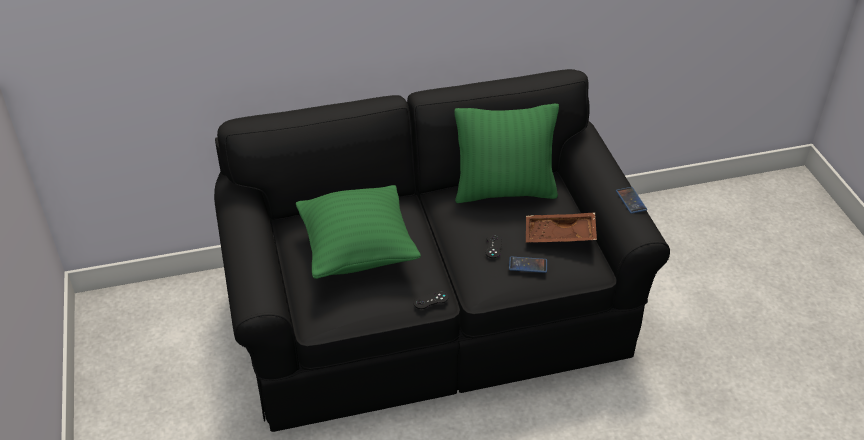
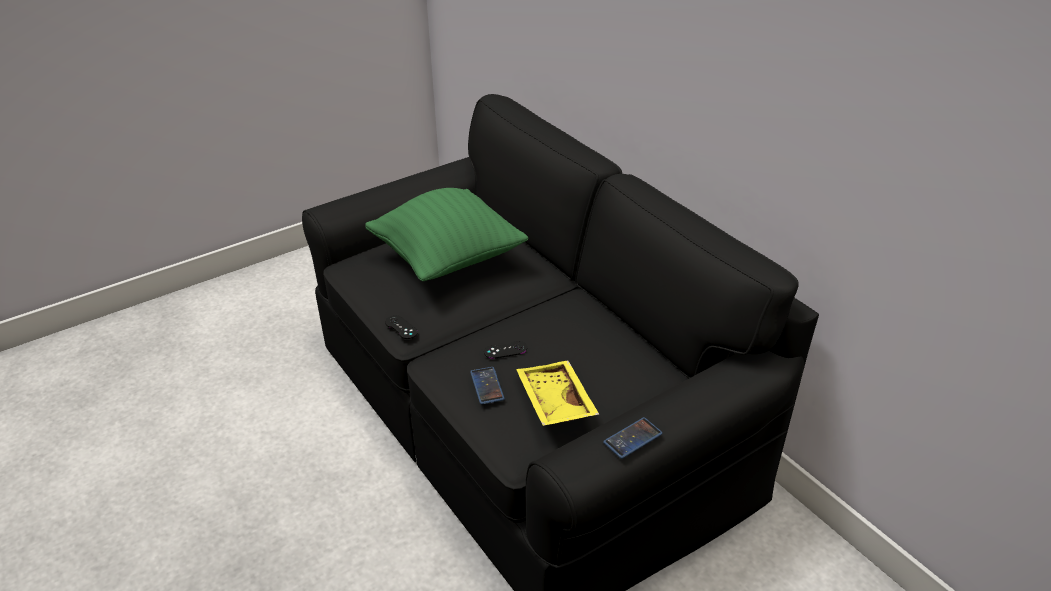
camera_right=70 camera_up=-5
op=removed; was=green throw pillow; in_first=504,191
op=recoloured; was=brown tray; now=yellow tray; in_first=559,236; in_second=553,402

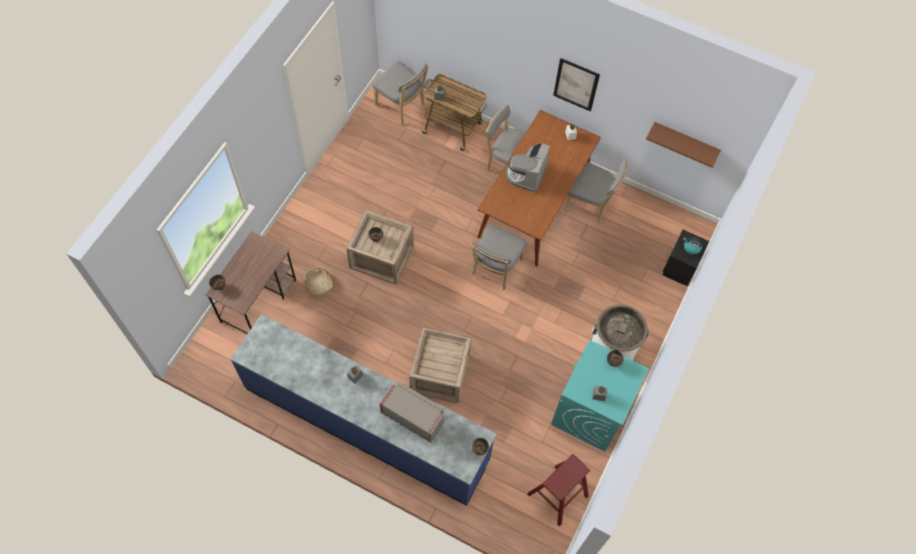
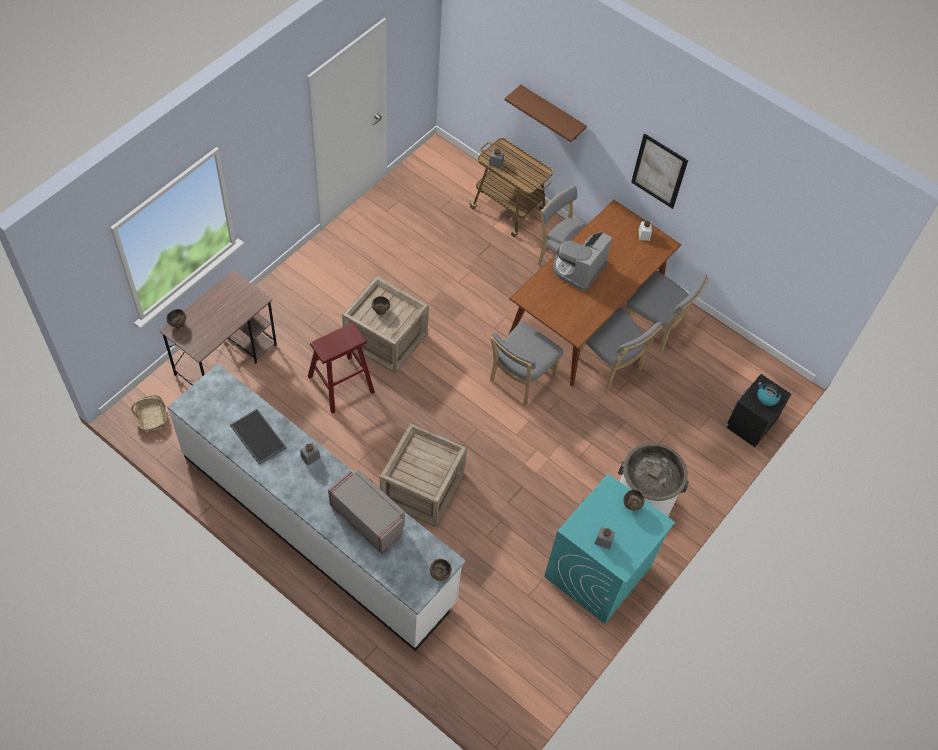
camera_right=10 camera_up=-5
op=moved; was=greyish chair; in_first=401,106; in_second=611,365
op=moved; was=brown wall shelf; in_first=685,141; in_second=552,113
op=moved; was=basket; in_first=318,283; in_second=152,416
op=recoloured; was=blue kitchen base unit; now=white-coloured kitchen base unit; in_first=366,424; in_second=317,528
op=moved; was=red sitting stool; in_first=557,495; in_second=341,384
op=added; now=tray; in_second=257,436

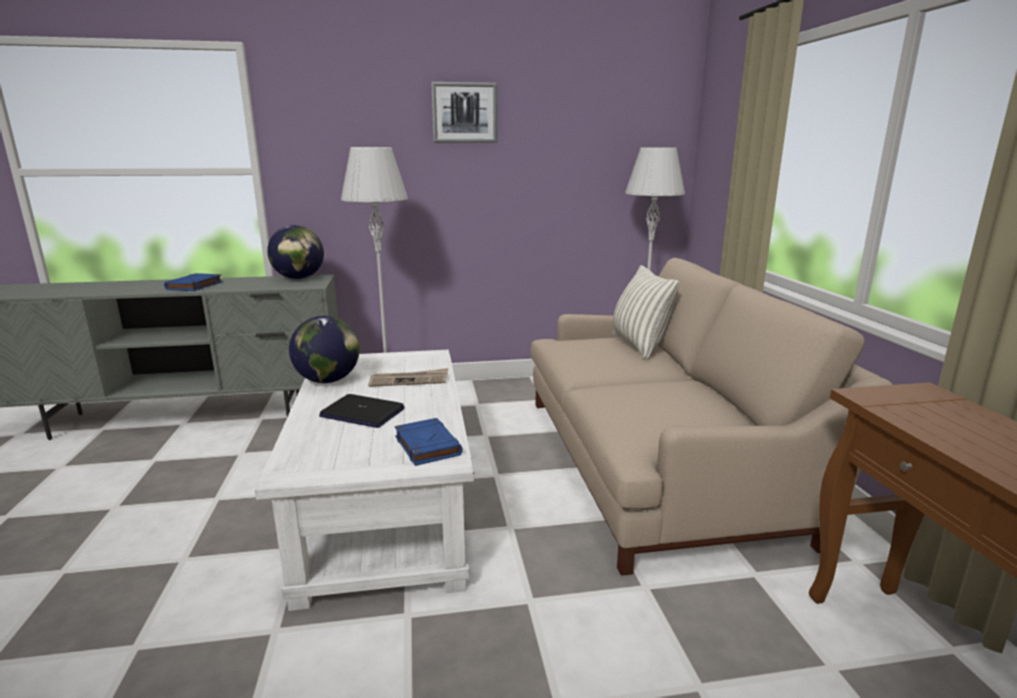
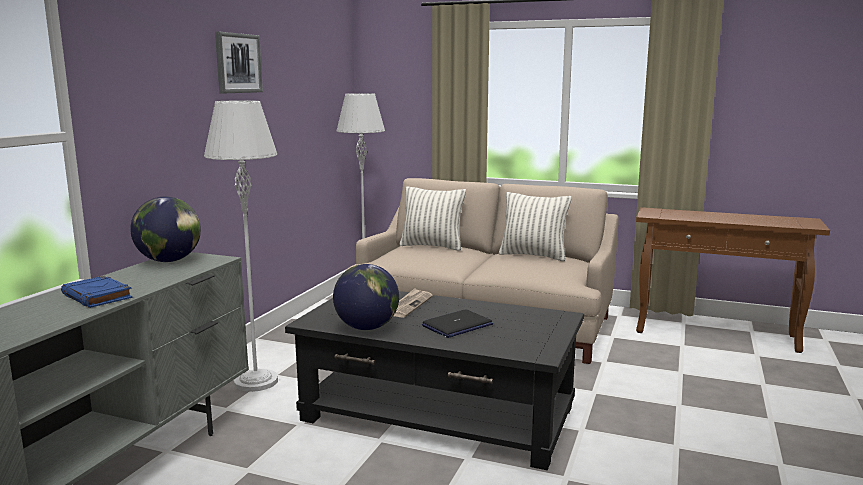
camera_right=-60 camera_up=-5
op=recoloured; was=white-coloured coffee table; now=blackish coffee table; in_first=385,504; in_second=439,414
op=removed; was=blue book; in_first=426,445
op=added; now=throw pillow; in_second=533,255

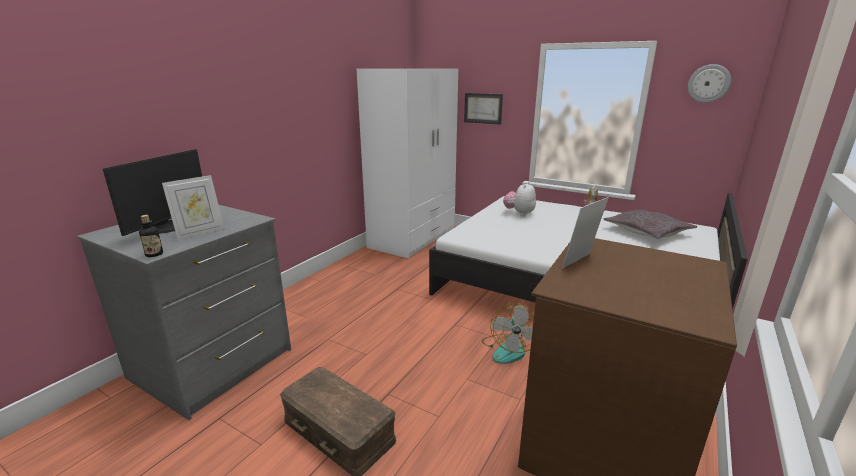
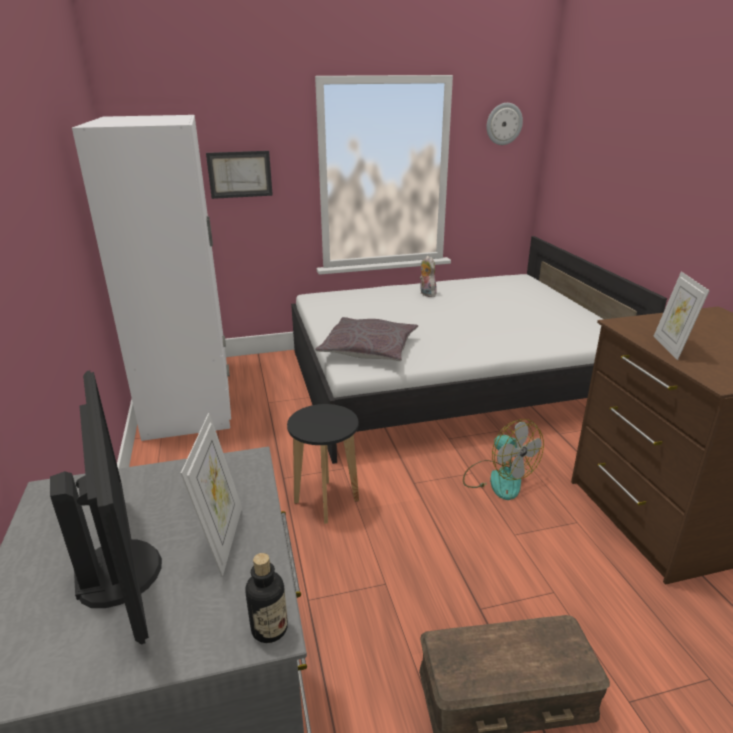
camera_right=-45 camera_up=5
op=removed; was=plush toy; in_first=519,213
op=moved; was=greyish throw pillow; in_first=647,231; in_second=369,349
op=added; now=blackish sitting stool; in_second=327,501

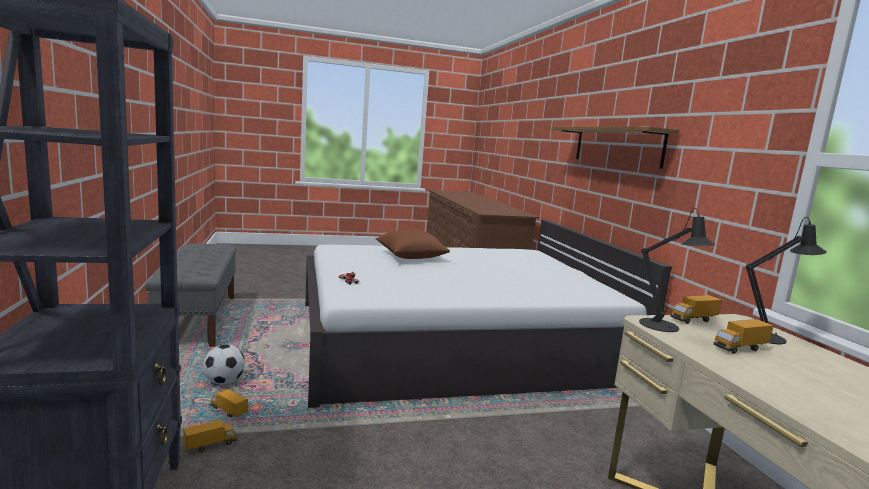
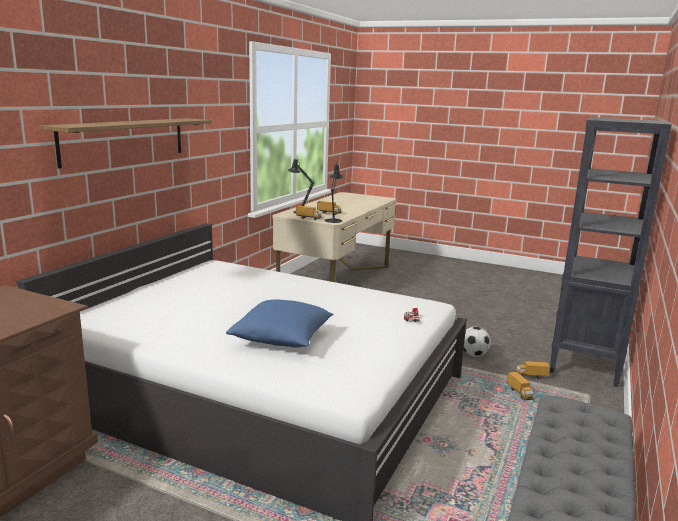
camera_right=-140 camera_up=5
op=recoloured; was=brown throw pillow; now=blue throw pillow; in_first=410,257; in_second=282,340
op=moved; was=football ball; in_first=224,382; in_second=474,355

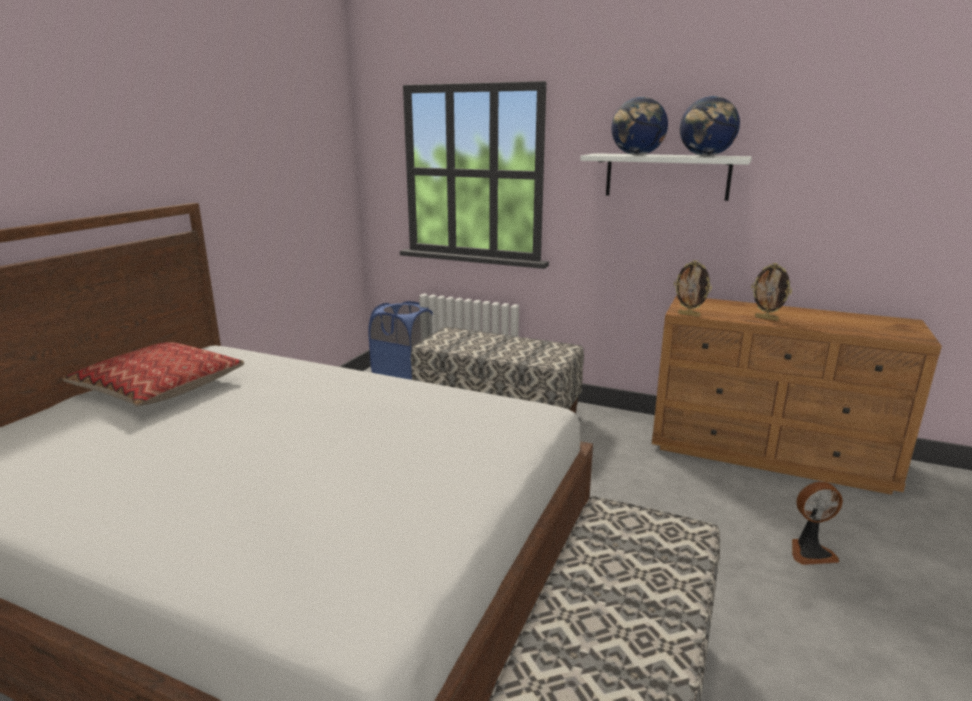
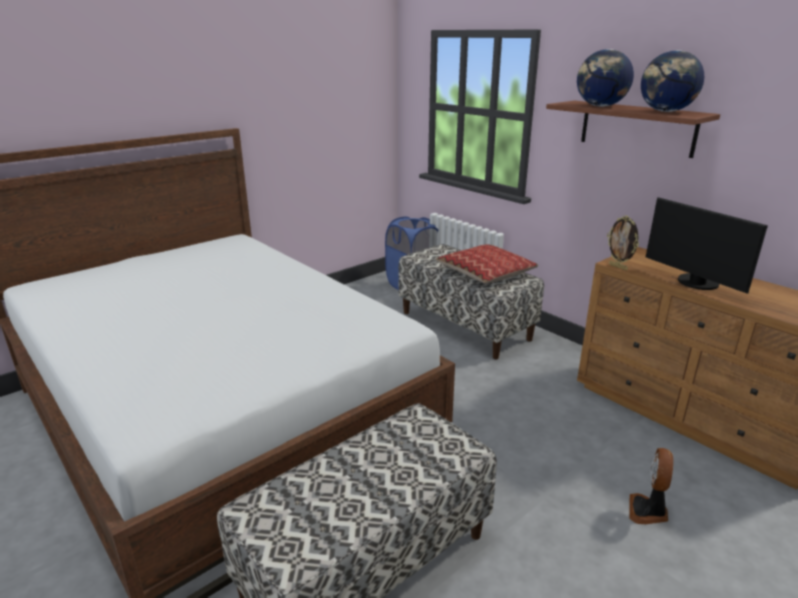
camera_right=25 camera_up=5
op=recoloured; was=white-coloured wall shelf; now=brown wall shelf; in_first=667,176; in_second=637,128
op=replaced; was=photo frame; now=computer display; in_first=766,318; in_second=695,283
op=moved; was=throw pillow; in_first=160,387; in_second=485,272
op=turned; was=fan; in_first=810,551; in_second=648,511; clockwise=90

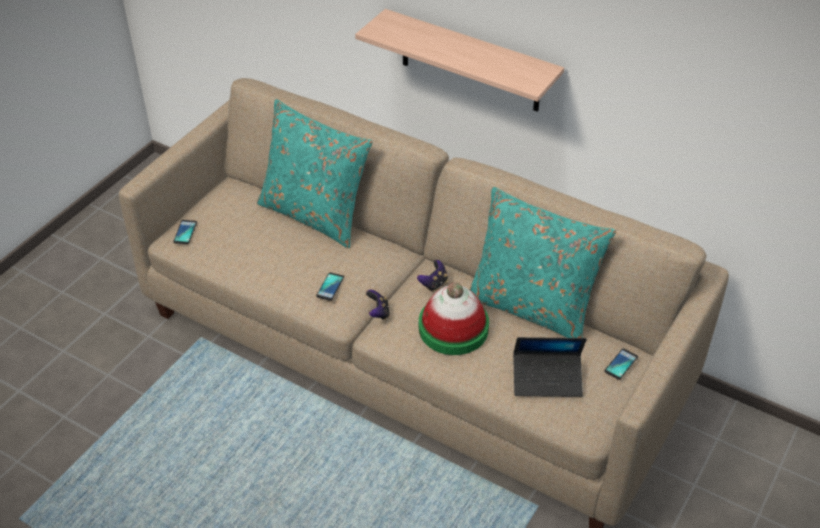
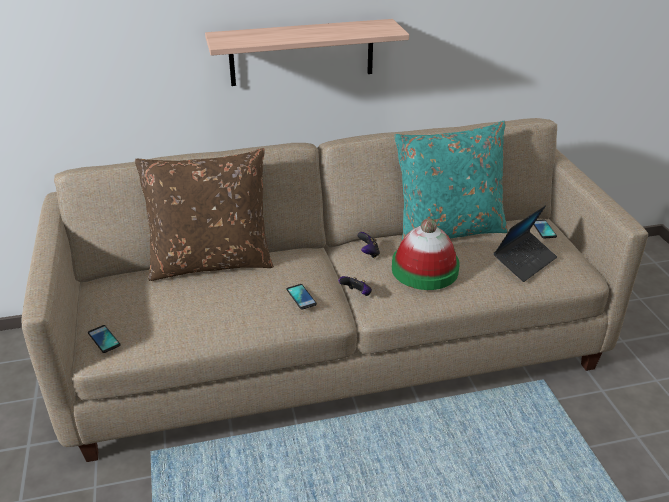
camera_right=-45 camera_up=-10
op=recoloured; was=blue-green throw pillow; now=brown throw pillow; in_first=315,215; in_second=211,262

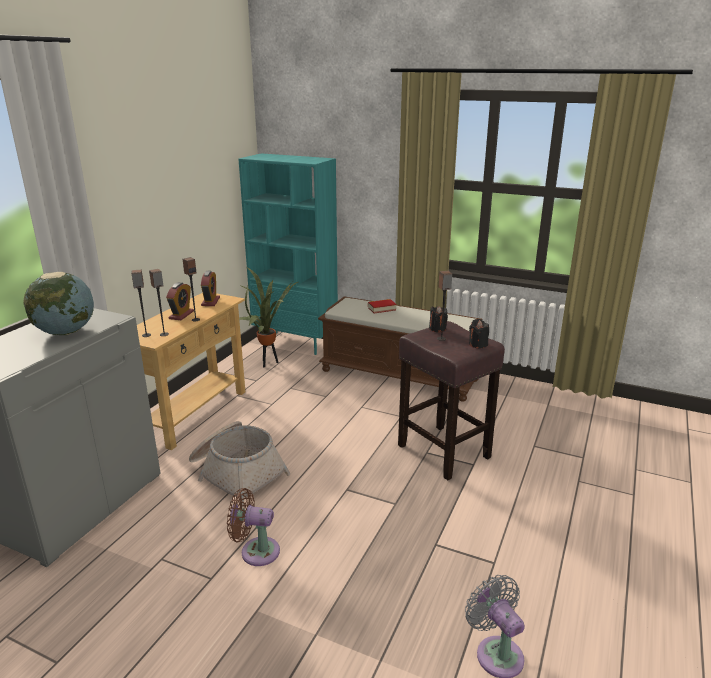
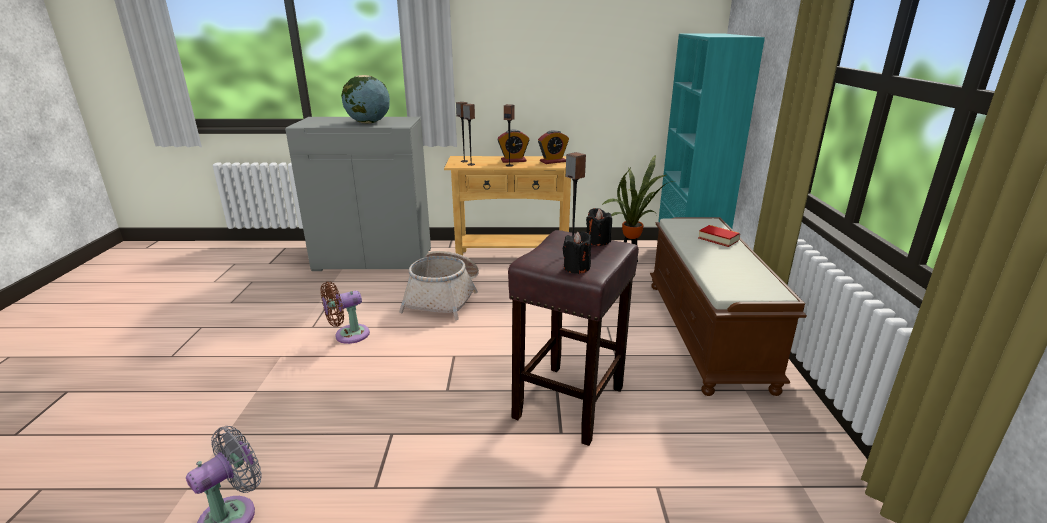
camera_right=65 camera_up=0
op=turned; was=brown fan; in_first=256,551; in_second=348,335; clockwise=-105

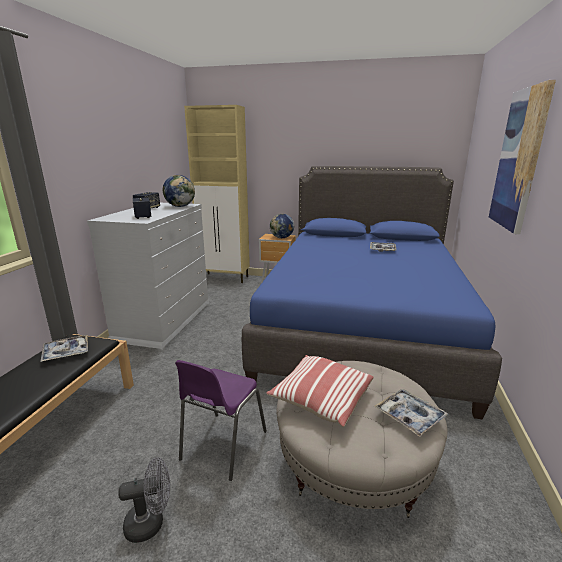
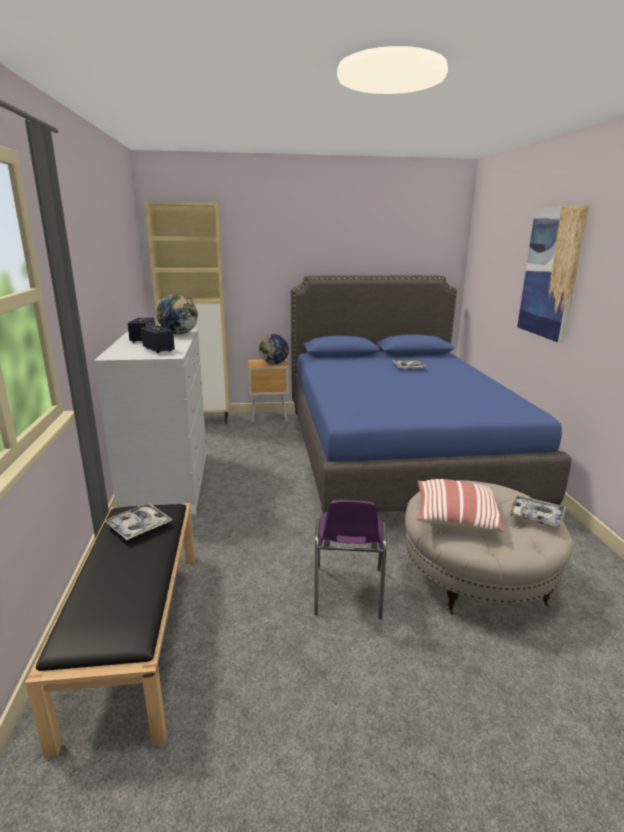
camera_right=-20 camera_up=0
op=removed; was=greyish fan; in_first=151,522

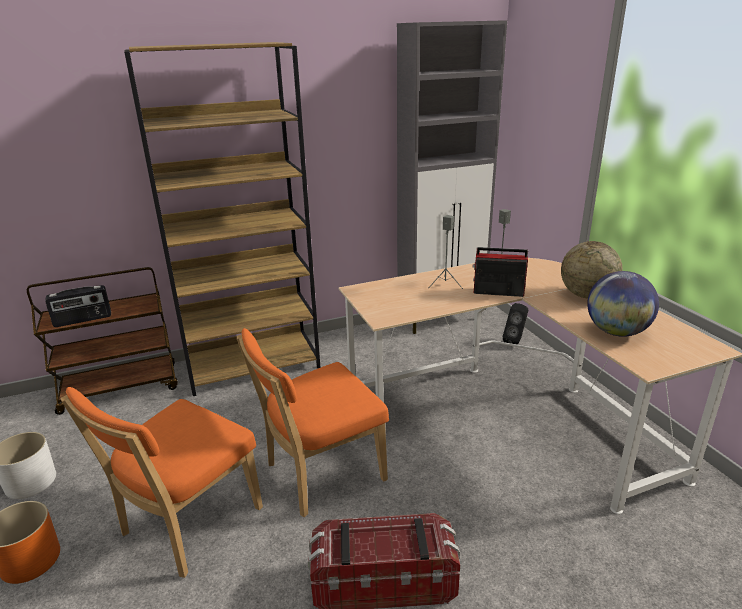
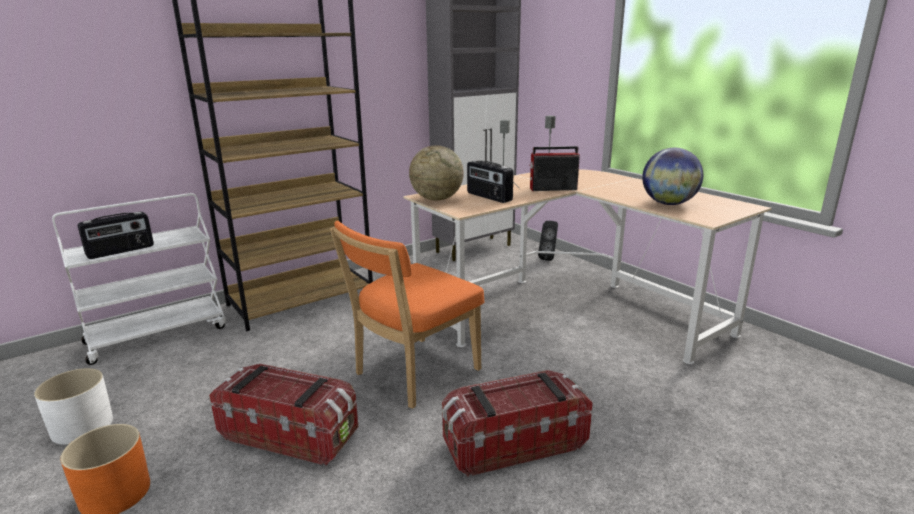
camera_right=-15 camera_up=-5
op=moved; was=globe; in_first=586,295; in_second=436,199
op=recoloured; was=brown trolley; now=white-coloured trolley; in_first=121,388; in_second=158,334
op=replaced; was=orangey chair; now=storage bin; in_first=187,525; in_second=290,434
op=added; now=radio receiver; in_second=488,197

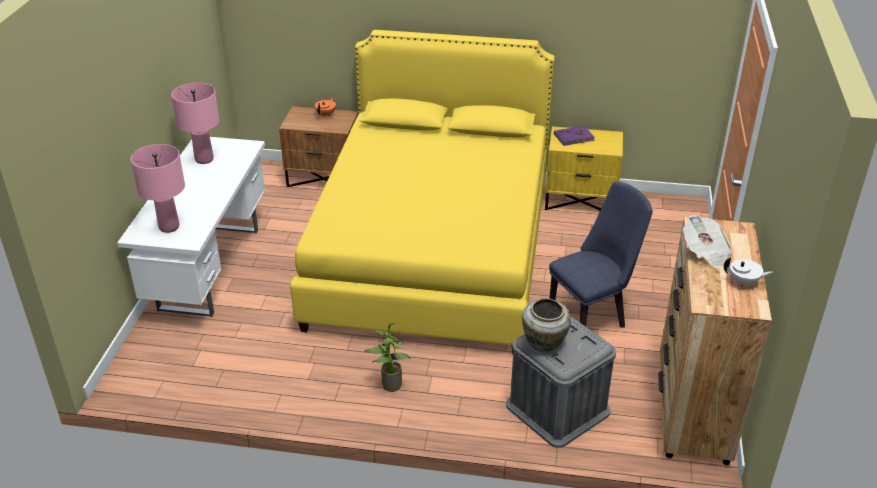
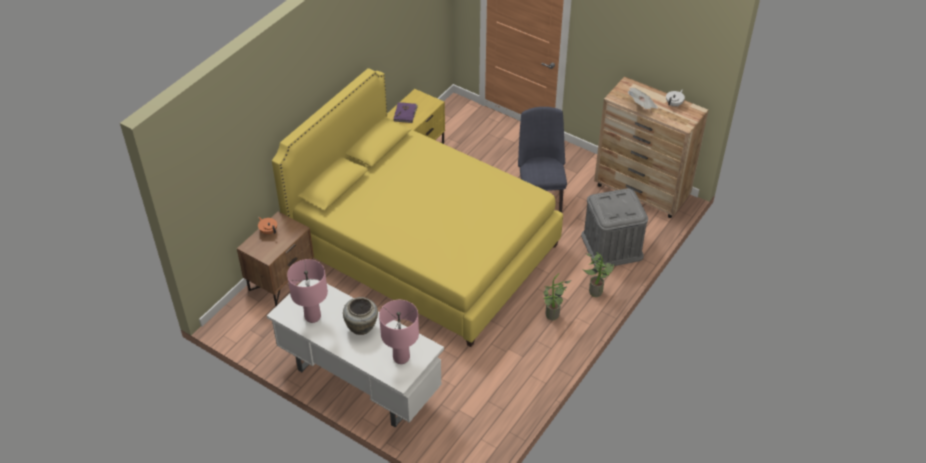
camera_right=-65 camera_up=10
op=moved; was=sand-coloured flower vase; in_first=544,343; in_second=362,327
op=added; now=potted plant; in_second=596,291

